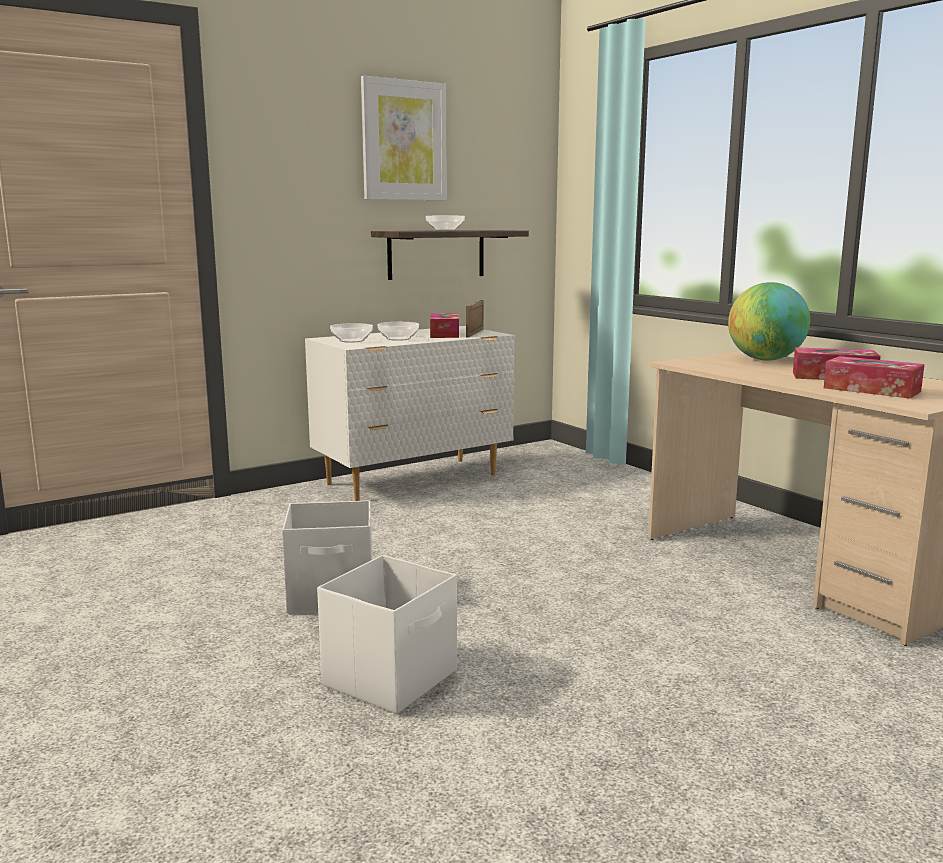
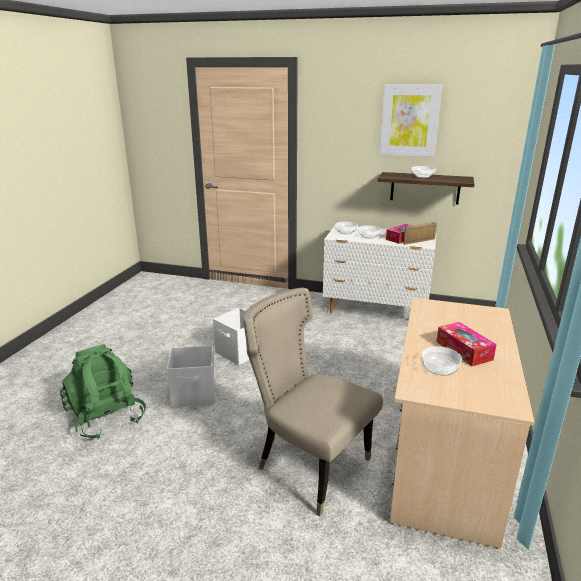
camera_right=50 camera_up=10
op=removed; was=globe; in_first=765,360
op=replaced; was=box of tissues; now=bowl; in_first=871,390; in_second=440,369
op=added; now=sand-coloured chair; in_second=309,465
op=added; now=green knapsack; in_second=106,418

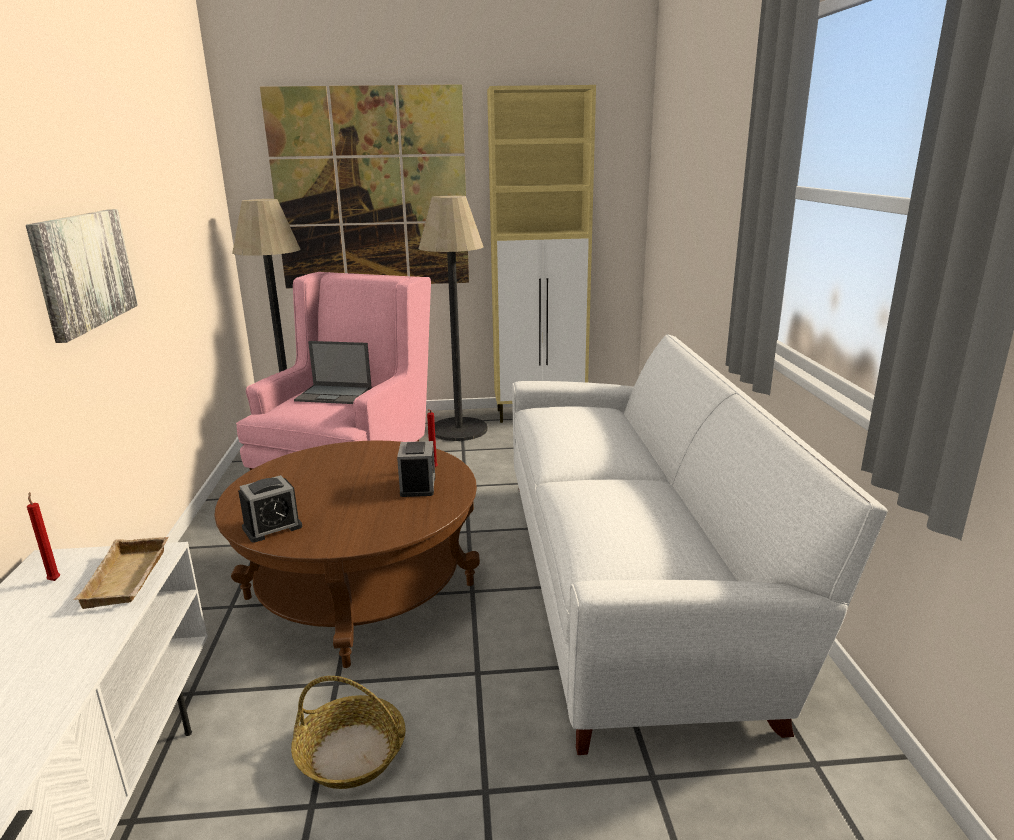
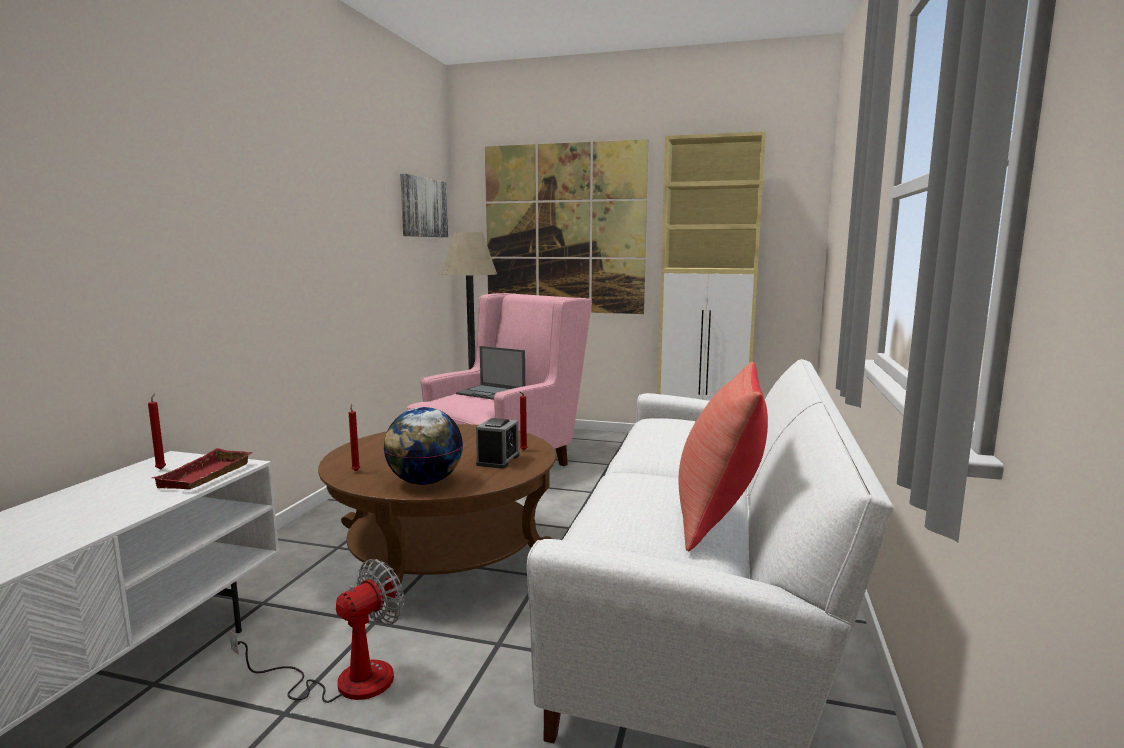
camera_right=20 camera_up=-10
op=removed; was=floor lamp; in_first=459,429
op=moved; was=picture; in_first=83,270; in_second=423,207
op=replaced; was=alarm clock; now=red wax light; in_first=272,527; in_second=356,470
op=recoloured; was=sand-coloured tray; now=red tray; in_first=130,578; in_second=207,476
op=replaced; was=basket; now=fan; in_first=350,753; in_second=344,681
op=added; now=red throw pillow; in_second=718,516
op=added; now=globe; in_second=424,482

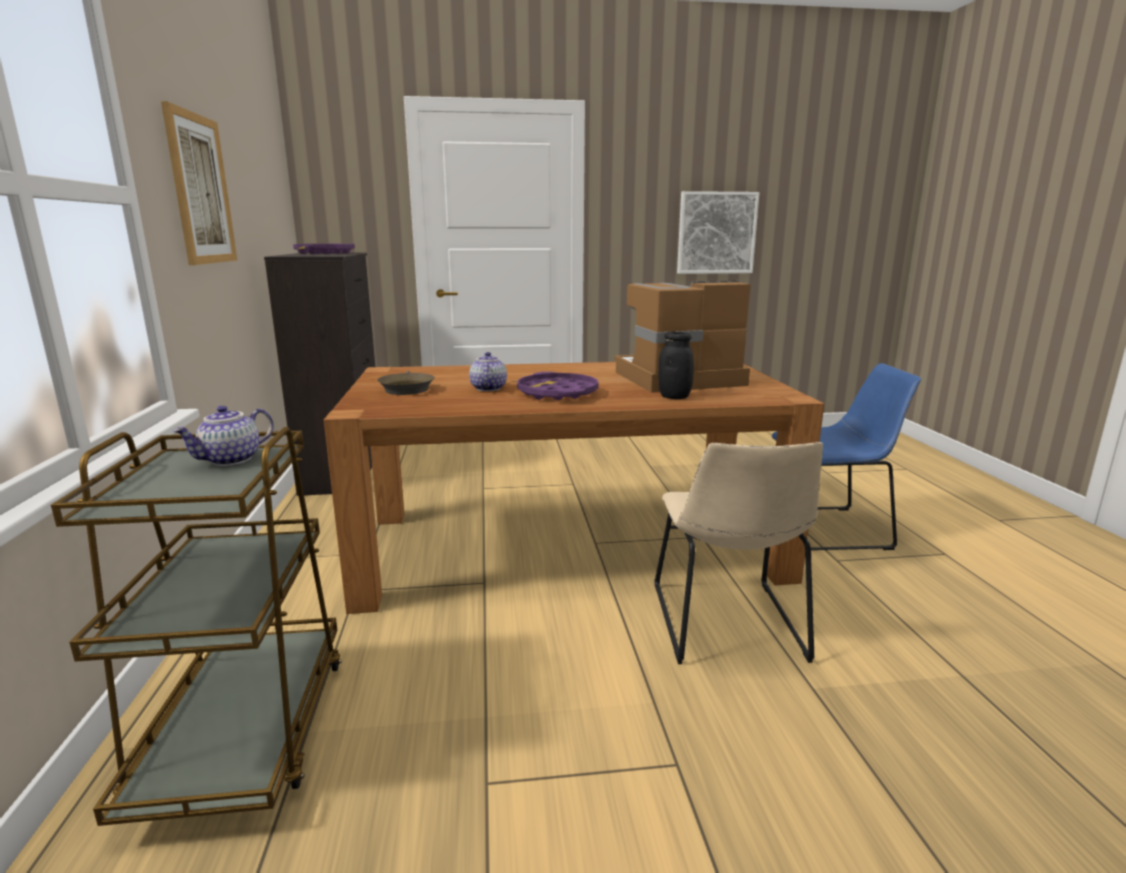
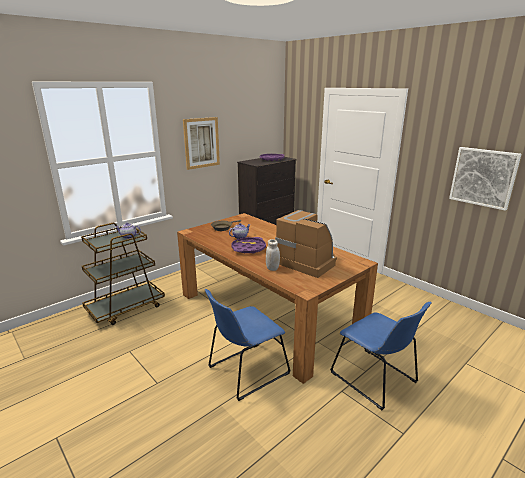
camera_right=55 camera_up=5
op=recoloured; was=blackish storage jar; now=white-coloured storage jar; in_first=674,397; in_second=272,268
op=recoloured; was=sand-coloured chair; now=blue chair; in_first=727,626; in_second=245,371

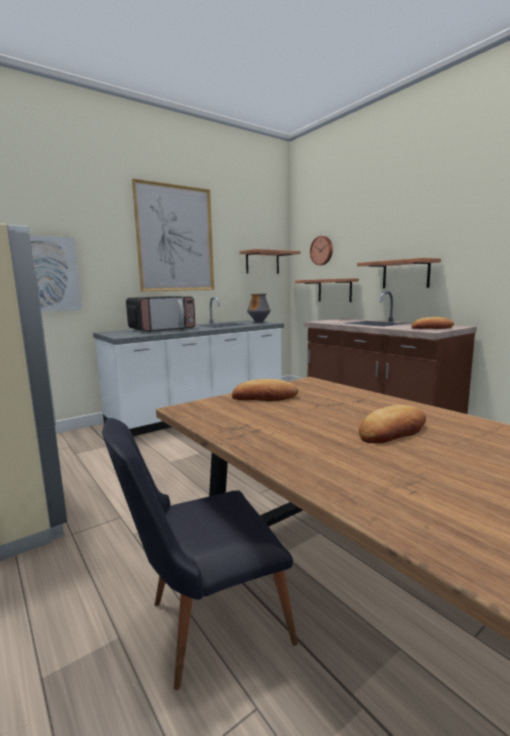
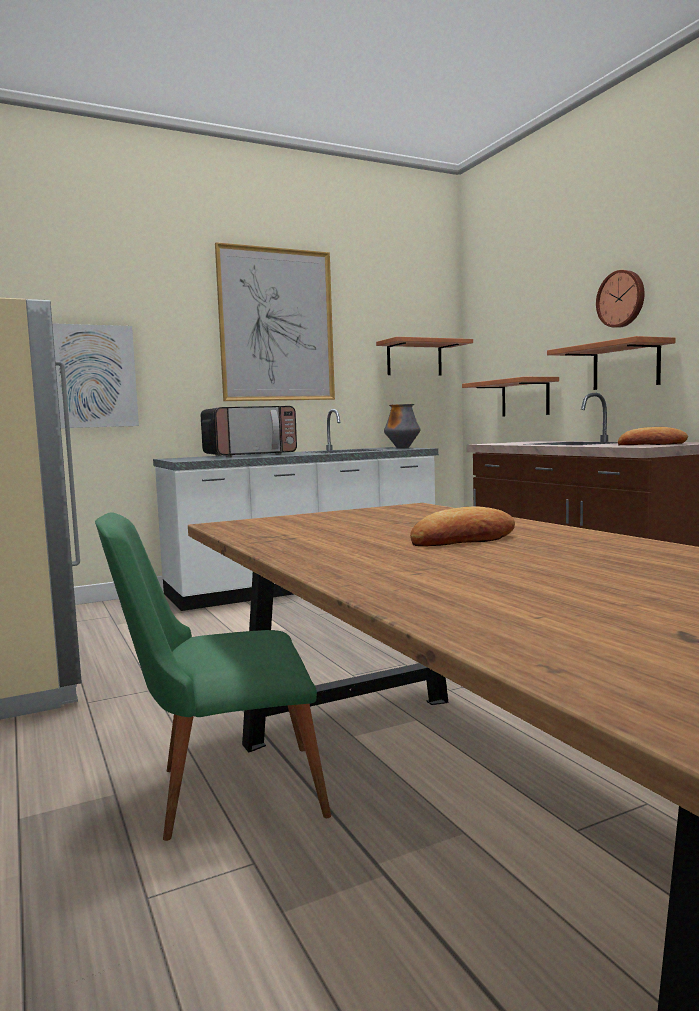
camera_right=10 camera_up=-5
op=moved; was=hanging clock; in_first=322,250; in_second=621,299
op=removed; was=bakery bread; in_first=264,397
op=recoloured; was=blackish chair; now=green chair; in_first=205,624; in_second=221,792

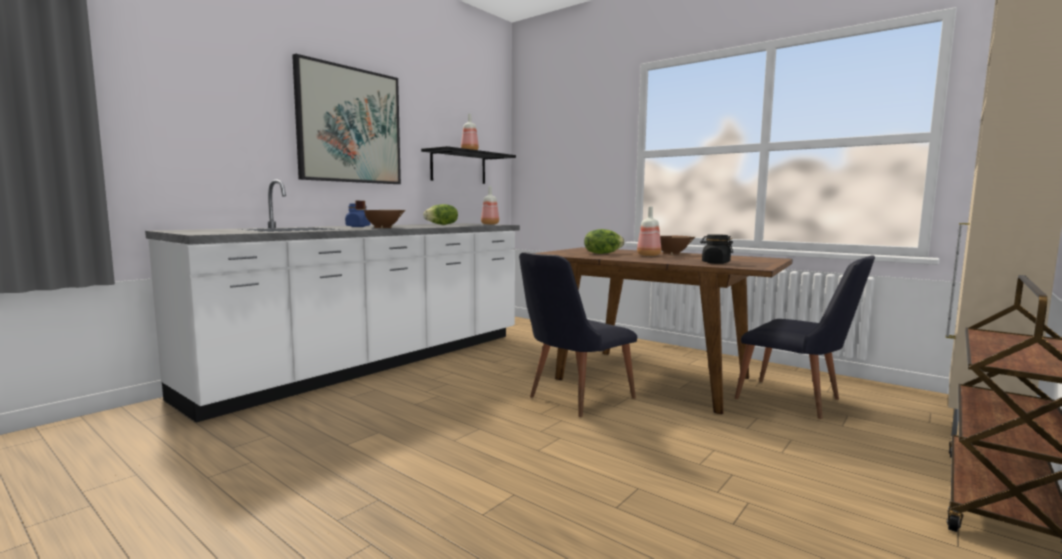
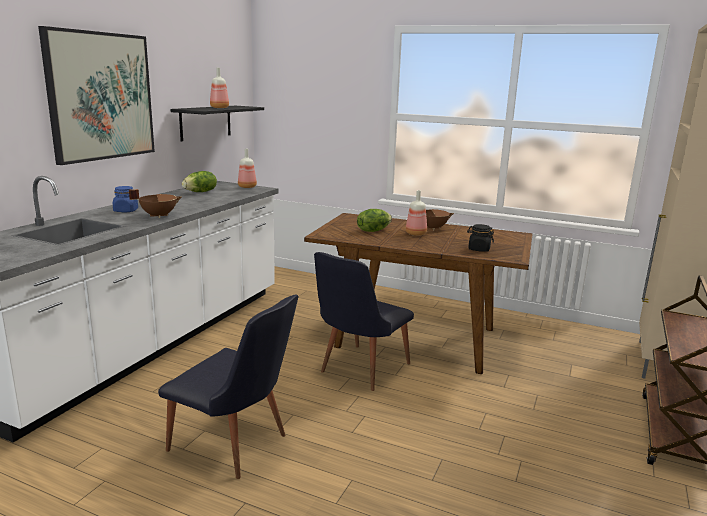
camera_right=-15 camera_up=10
op=moved; was=blackish chair; in_first=798,401; in_second=236,446

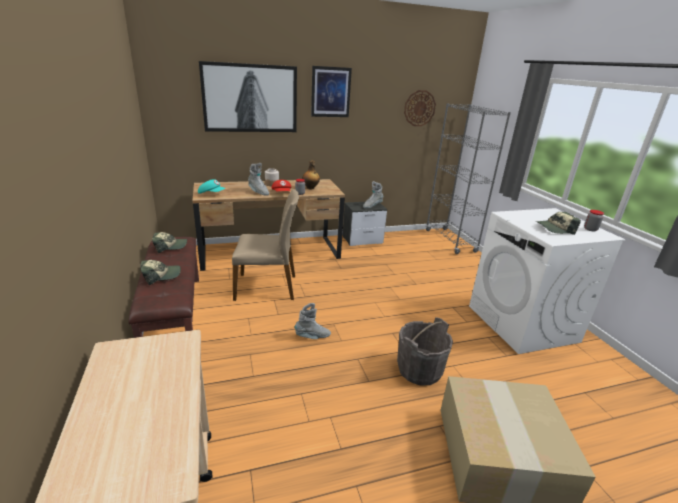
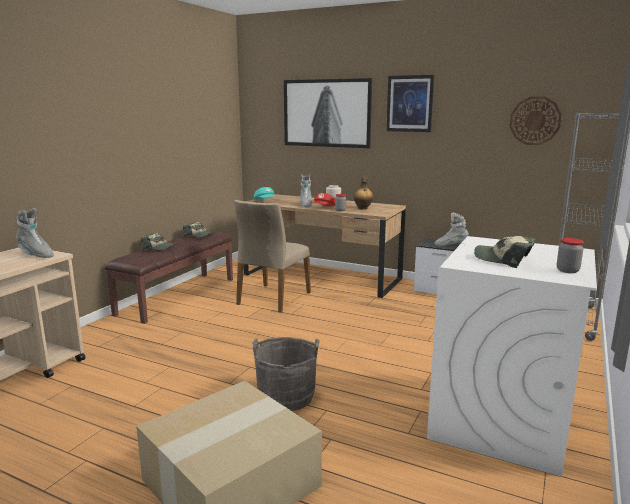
camera_right=45 camera_up=-10
op=turned; was=sand-coloured chair; in_first=267,287; in_second=273,298; clockwise=75
op=moved; was=greyish boot; in_first=312,337; in_second=36,255

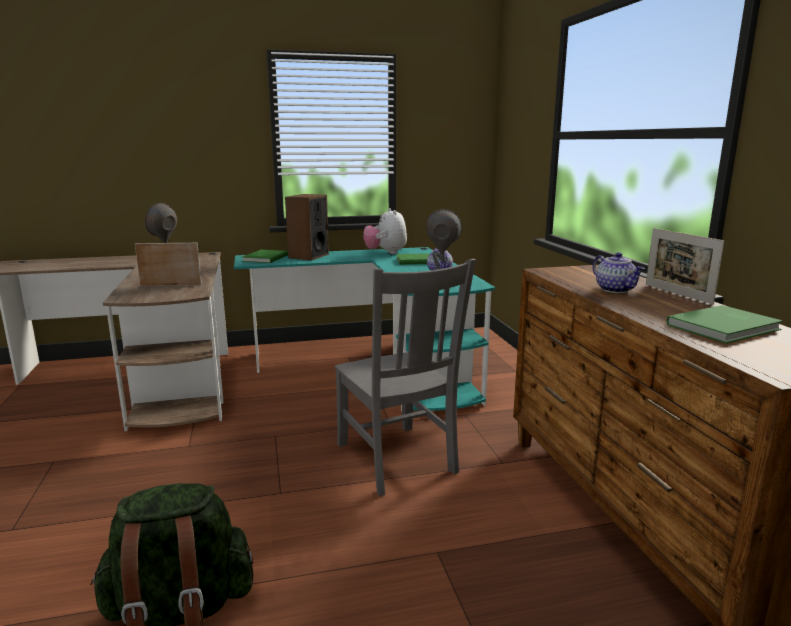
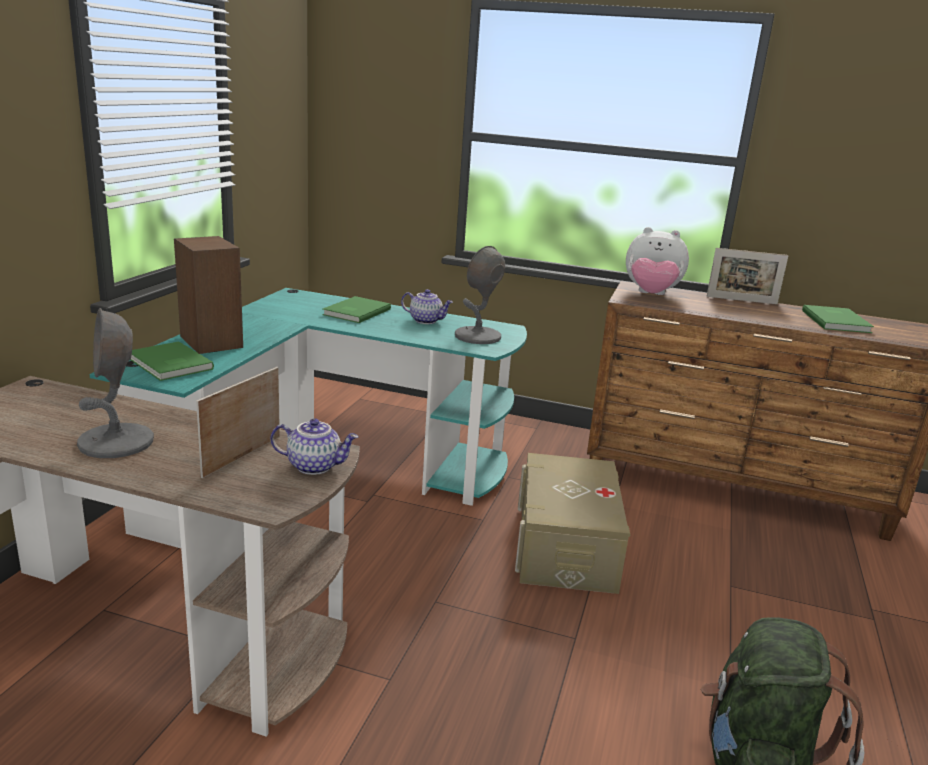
camera_right=-60 camera_up=5
op=moved; was=plush toy; in_first=386,253; in_second=651,295
op=moved; was=teapot; in_first=616,290; in_second=315,466
op=replaced; was=greyish chair; now=sand-coloured storage bin; in_first=397,460; in_second=566,546

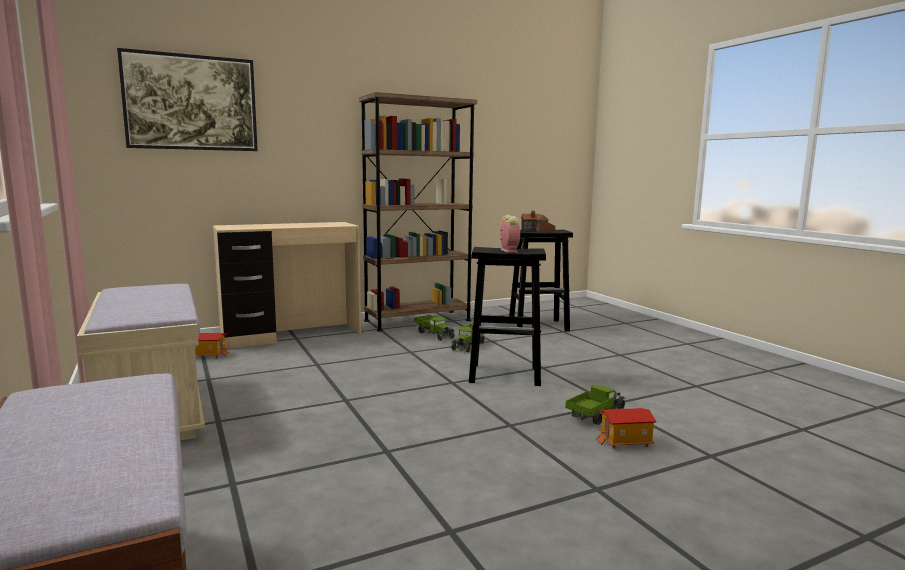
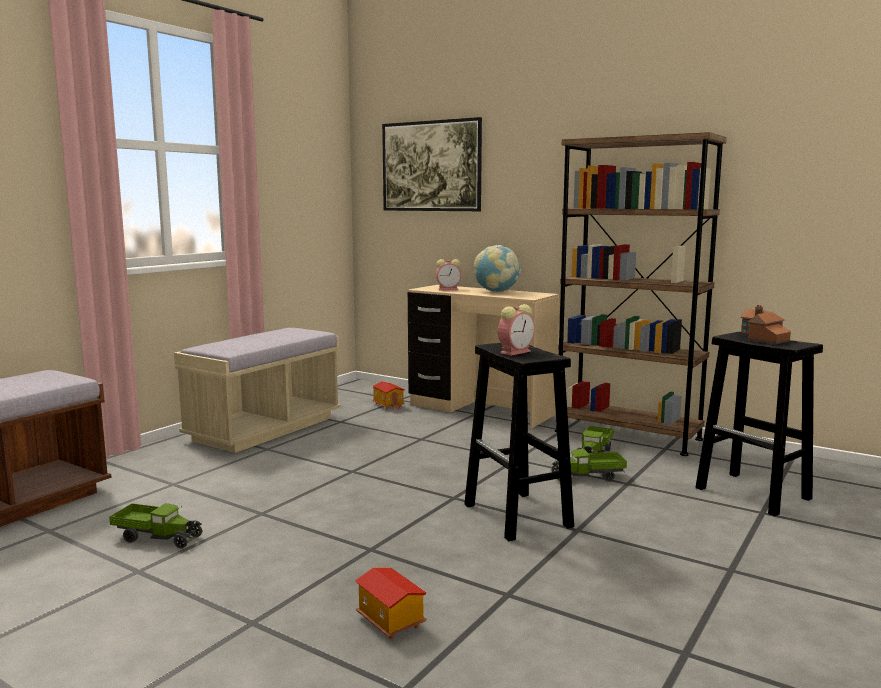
camera_right=60 camera_up=0
op=moved; was=model truck; in_first=595,415; in_second=158,537
op=added; now=globe; in_second=496,291
op=added; now=alarm clock; in_second=449,289

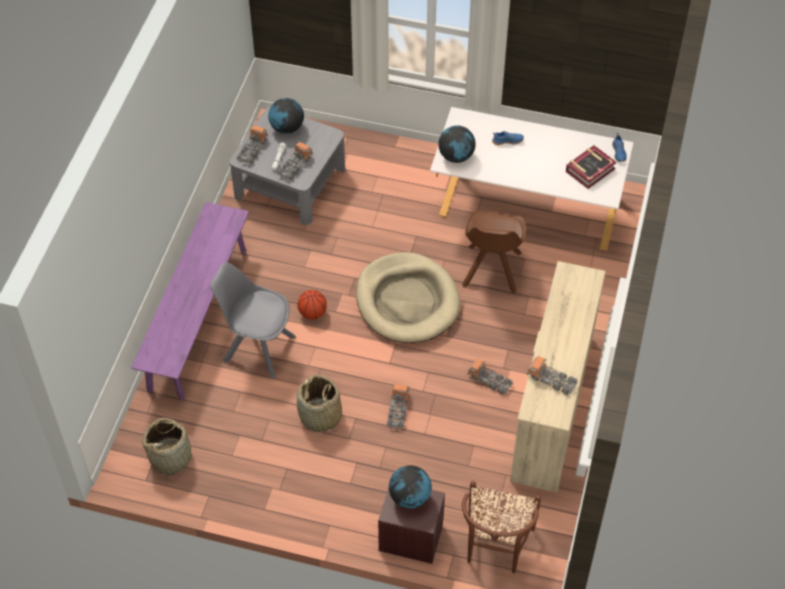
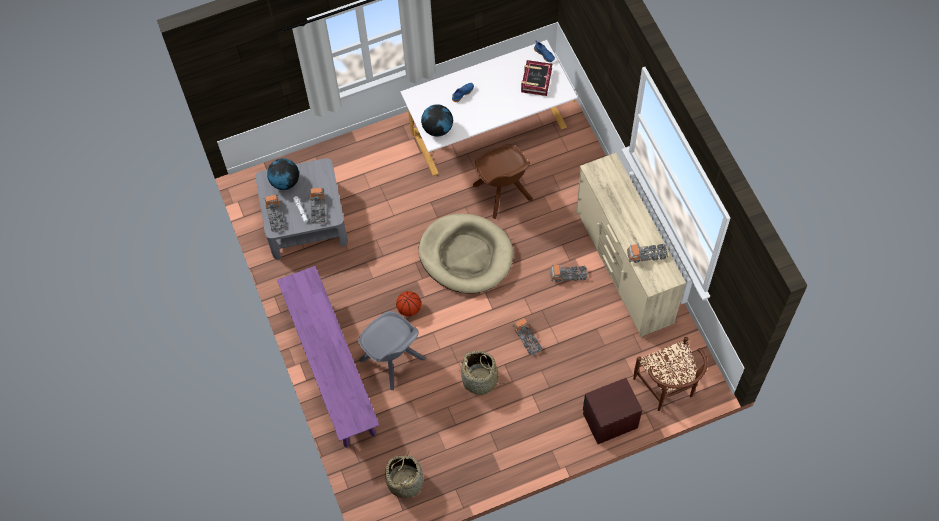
camera_right=-35 camera_up=10
op=turned; was=greyish chair; in_first=257,348; in_second=393,361; clockwise=-120
op=removed; was=globe; in_first=410,497

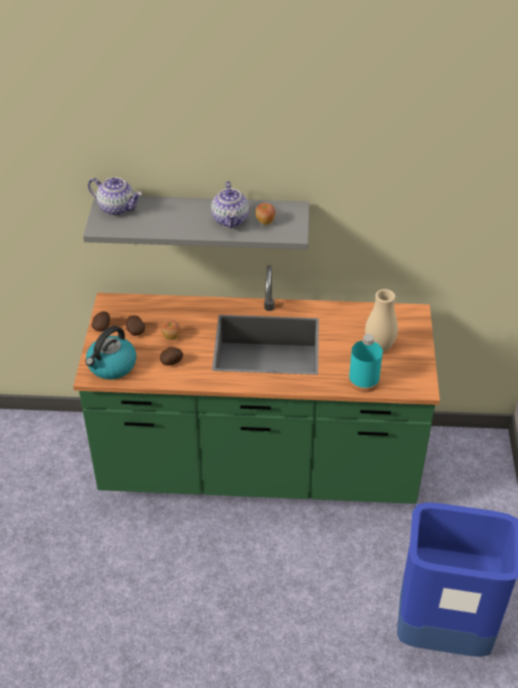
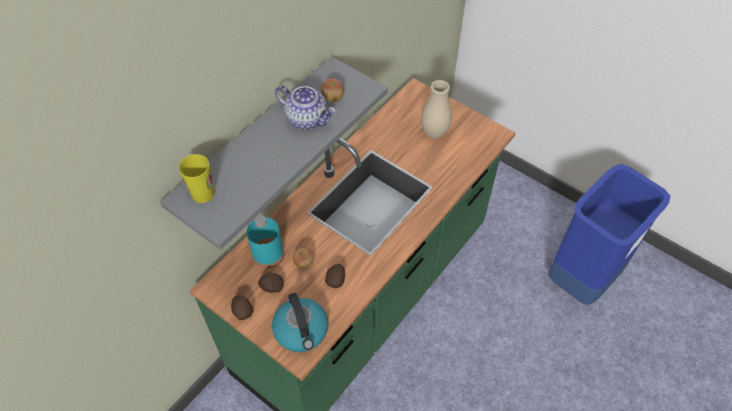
camera_right=-55 camera_up=10
op=replaced; was=teapot; now=small cup; in_first=117,208; in_second=203,193
op=moved; was=blue-green beverage bottle; in_first=363,380; in_second=268,254

